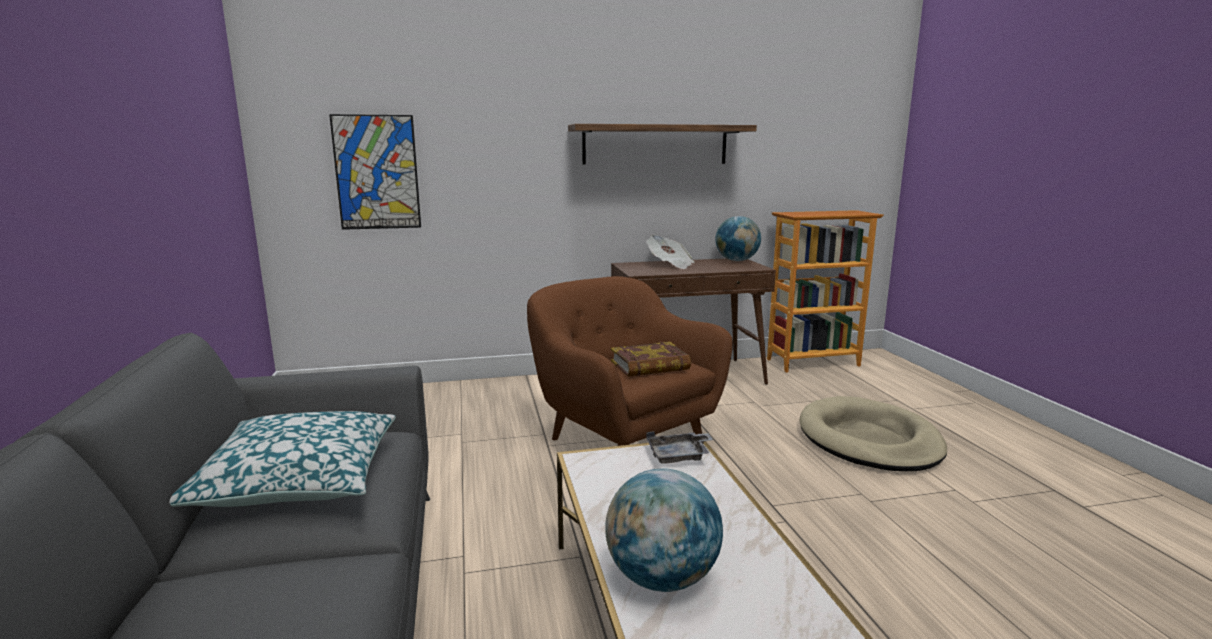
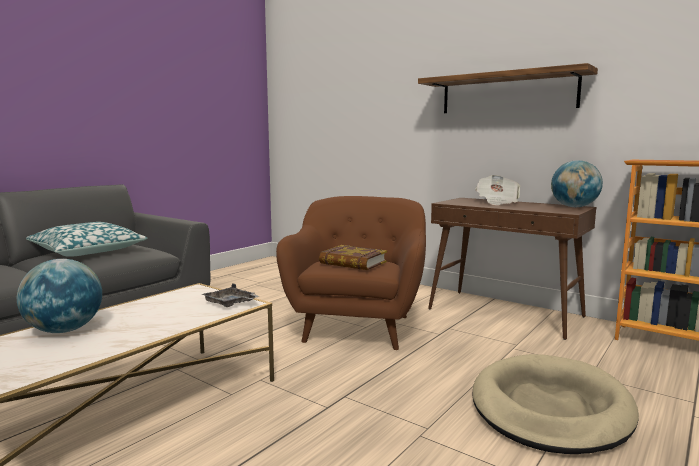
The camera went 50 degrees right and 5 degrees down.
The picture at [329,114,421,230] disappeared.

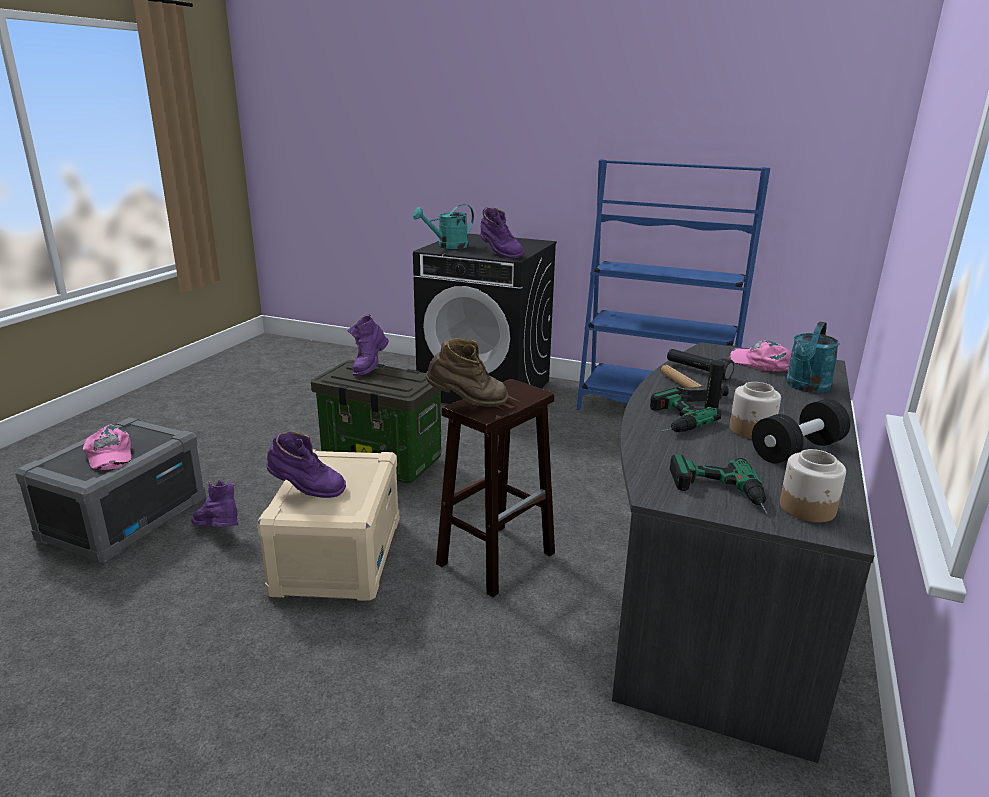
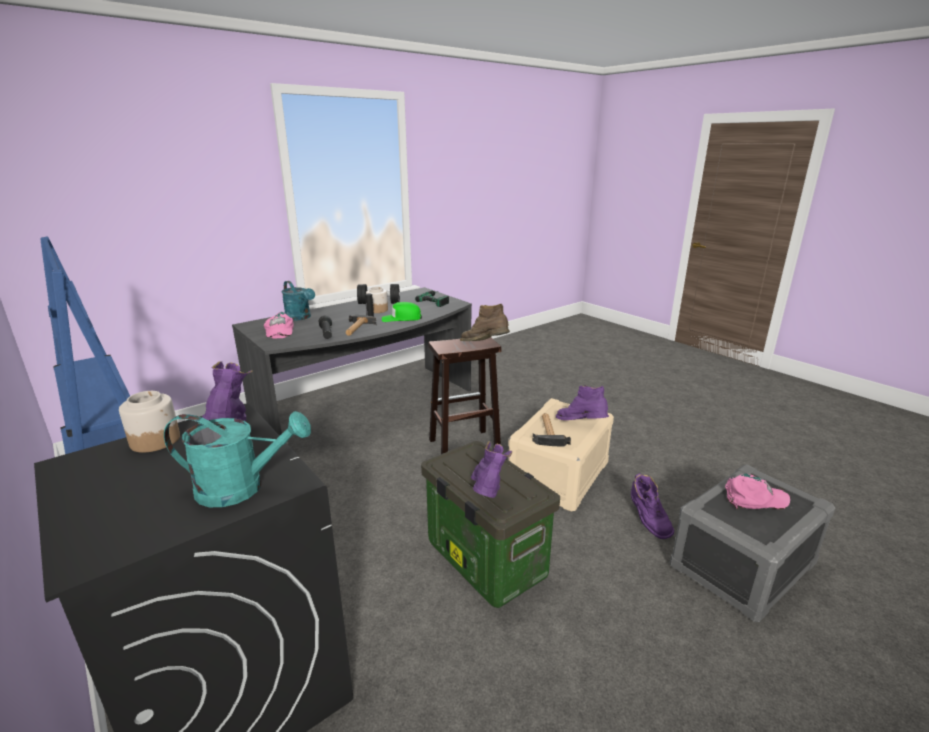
The camera went 150 degrees left and 0 degrees up.
The boot (purple) at [348,314,389,376] turned 45 degrees counterclockwise.
The watering can (turquoise) at [786,322,840,393] turned 75 degrees clockwise.
The power drill at [650,388,722,432] was replaced by the cap (green) at [382,302,422,322].
The cap (pink) at [83,424,132,470] turned 90 degrees clockwise.
The jar moved from [780,449,846,523] to [119,391,180,453].
The hammer at [532,413,571,446] appeared.

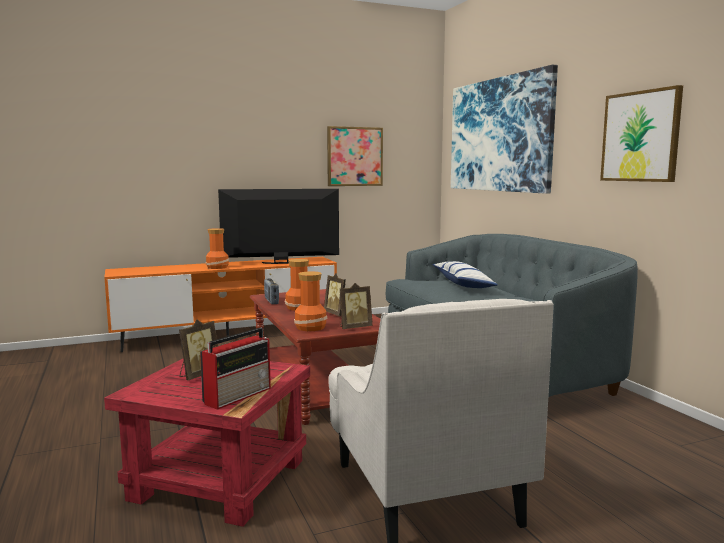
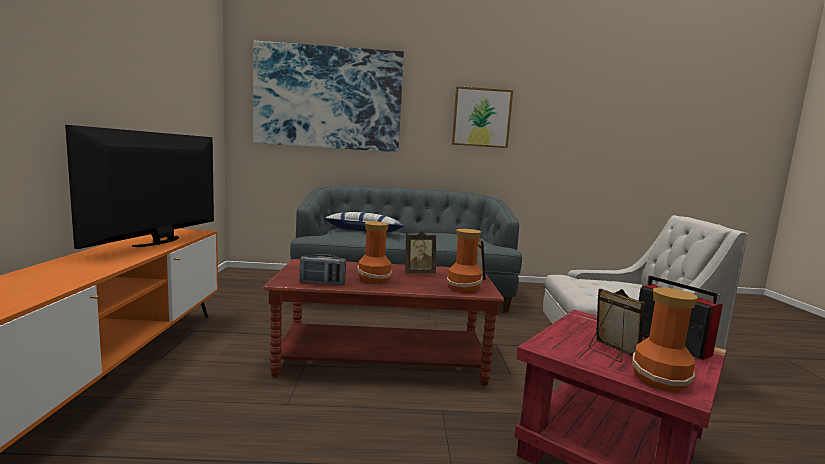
The camera went 70 degrees left and 0 degrees up.
The picture at [327,126,383,186] disappeared.
The vase moved from [205,228,229,269] to [632,287,698,392].

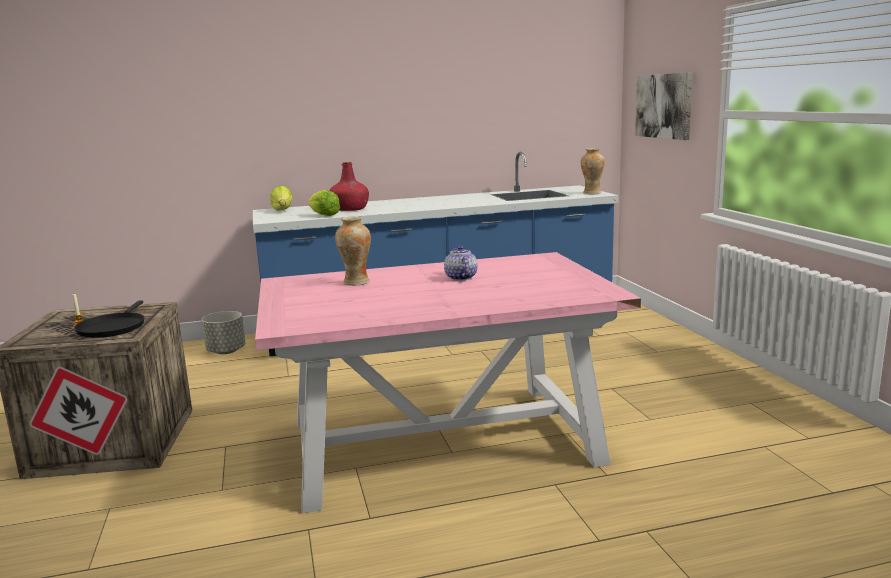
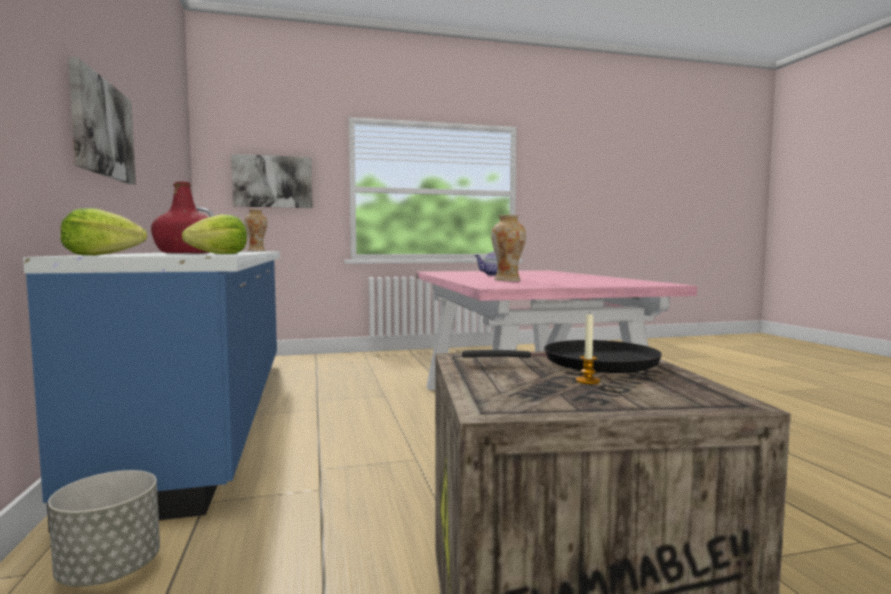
The camera went 90 degrees left and 10 degrees down.
The picture at [68,57,136,184] appeared.

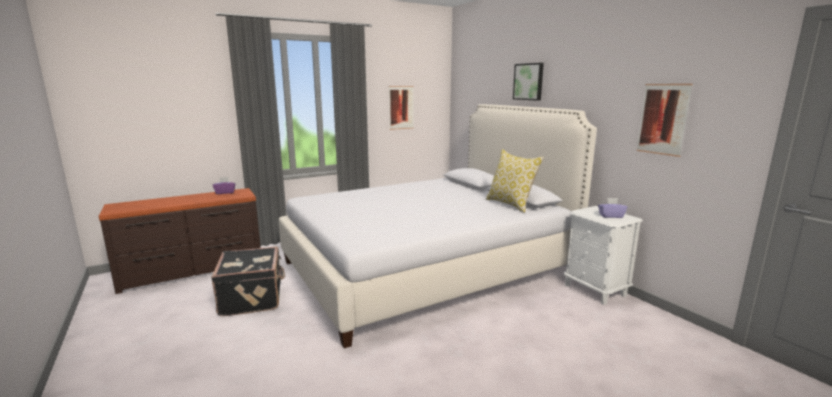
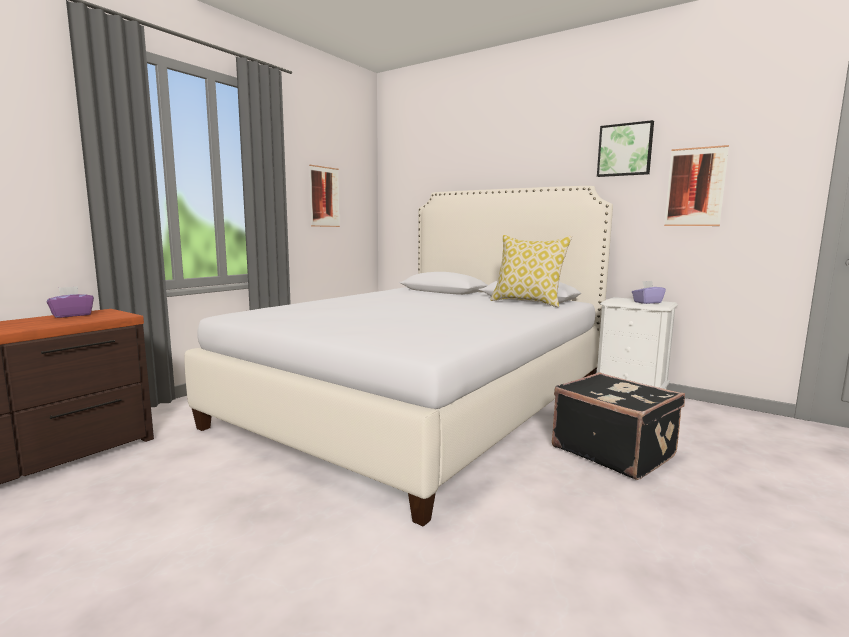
The camera went 25 degrees left and 5 degrees down.
The picture moved from [513,63,544,101] to [597,120,654,177].
The suitcase (black) moved from [211,246,285,316] to [552,372,685,480].

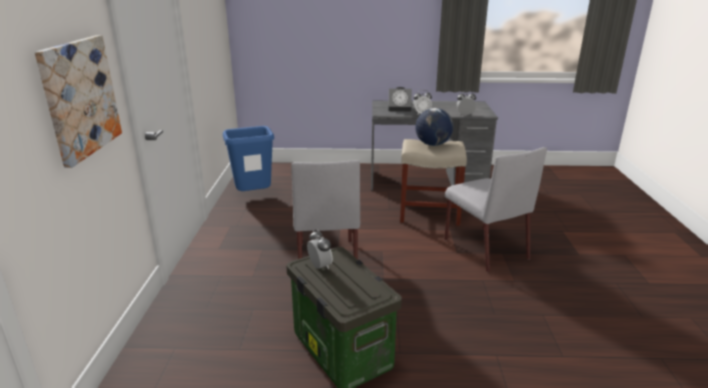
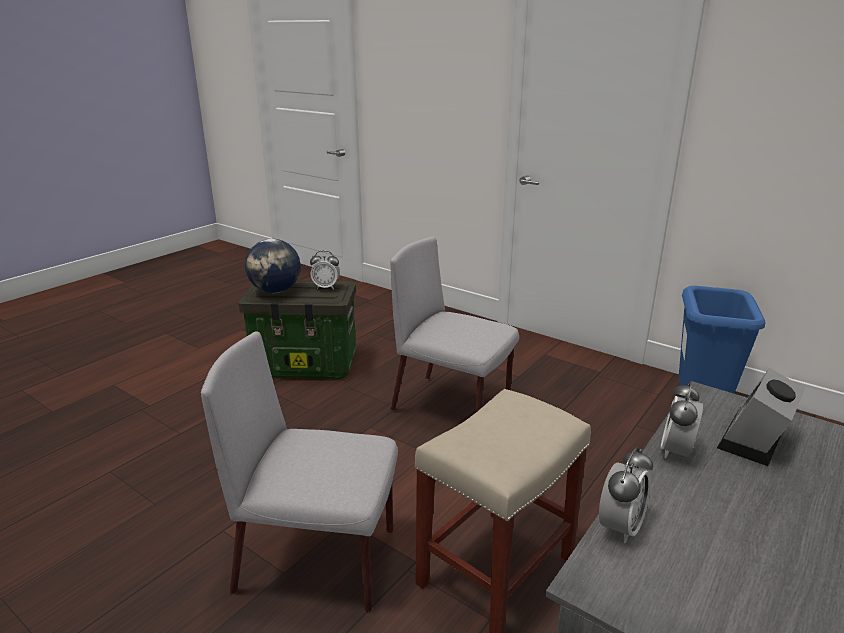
The camera went 125 degrees right and 0 degrees up.
The picture at [34,35,122,168] disappeared.
The globe moved from [415,108,453,146] to [245,239,301,293].

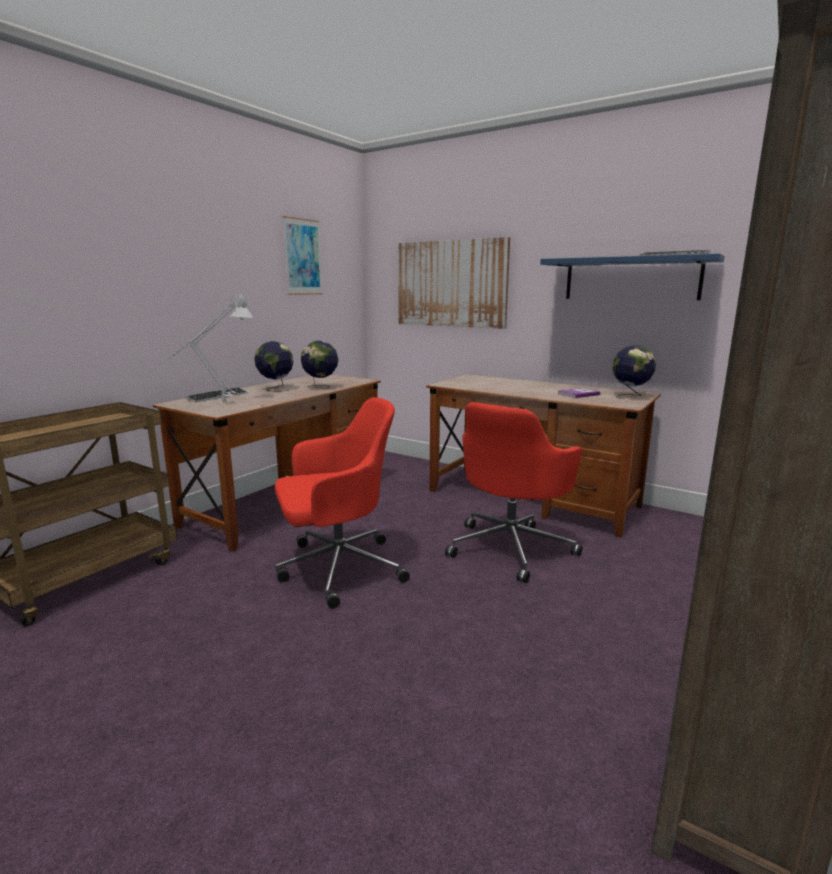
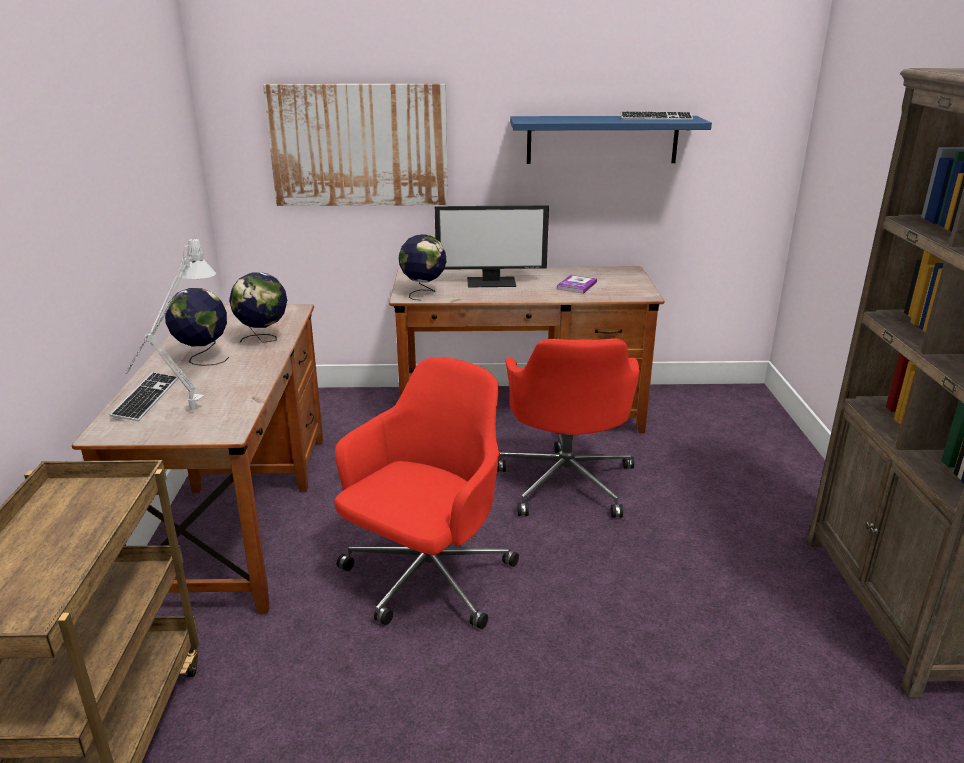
The camera went 35 degrees left and 10 degrees up.
The picture at [283,216,323,295] disappeared.
The globe moved from [612,345,656,399] to [399,234,447,301].
The monitor at [435,205,549,287] appeared.

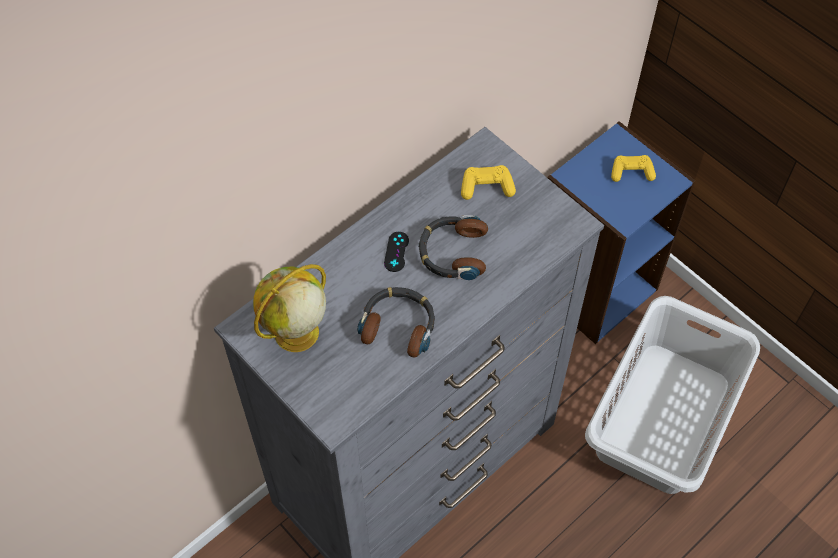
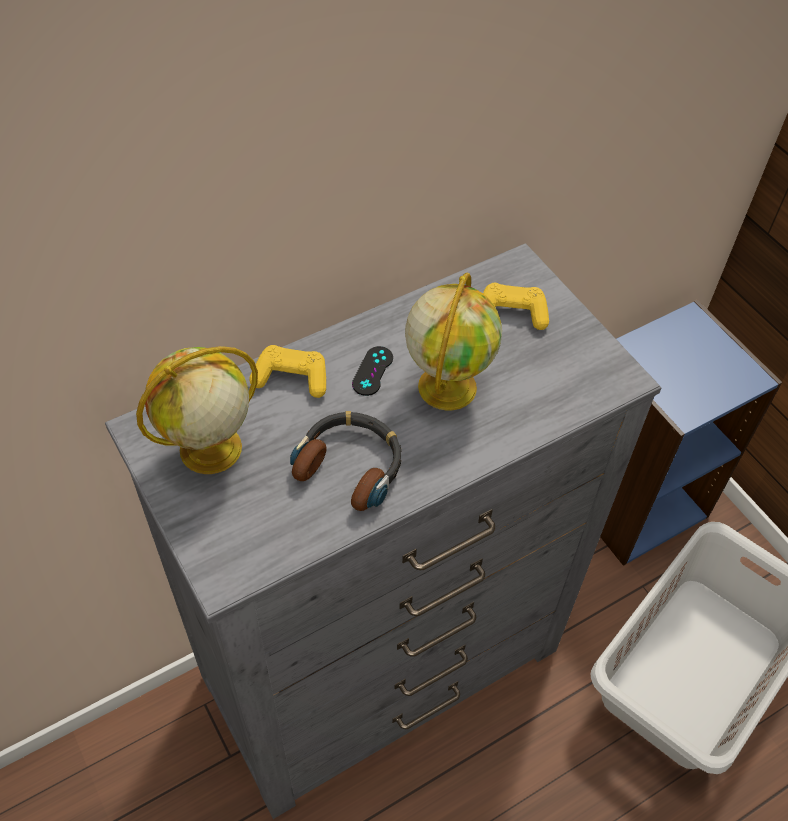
The camera went 10 degrees right and 5 degrees down.
The game controller (yellow) moved from [611,155,656,182] to [249,345,326,398].
The headphones at [419,215,488,280] was replaced by the globe at [405,273,502,411].

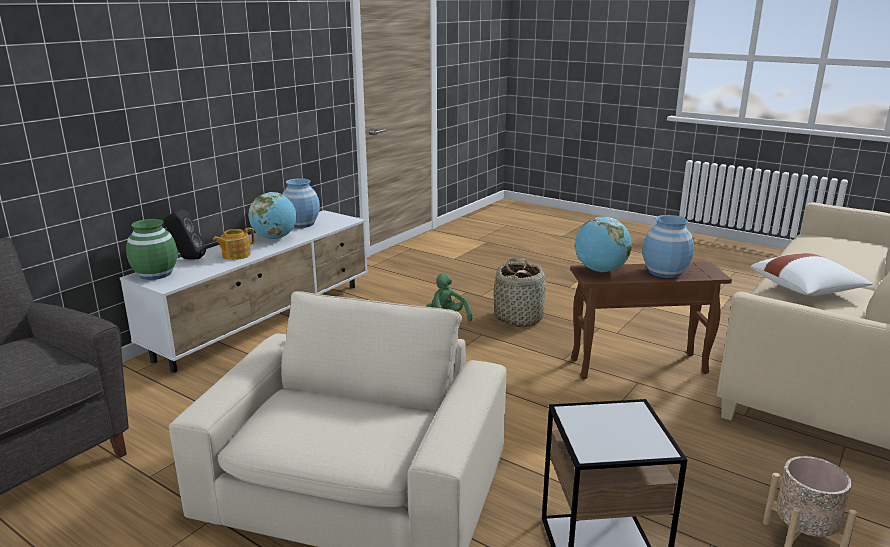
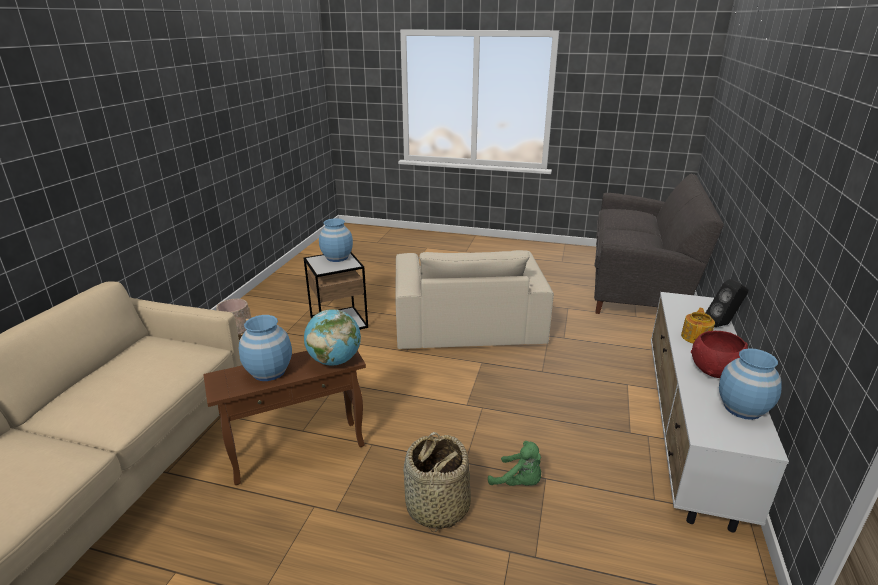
The camera went 160 degrees right and 5 degrees up.
The globe at [248,192,297,240] was replaced by the bowl (red) at [691,331,748,378].
The vase (green) at [126,219,177,280] disappeared.
The pillow (white) at [751,253,872,296] disappeared.
The vase (blue) at [319,218,353,262] appeared.

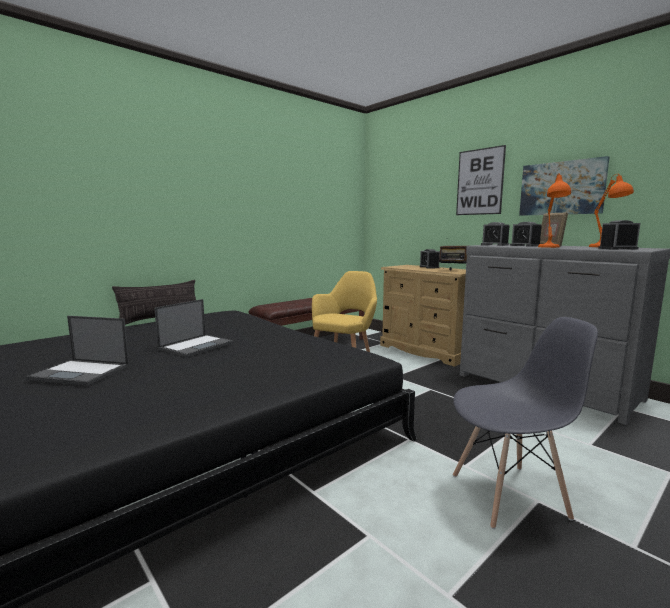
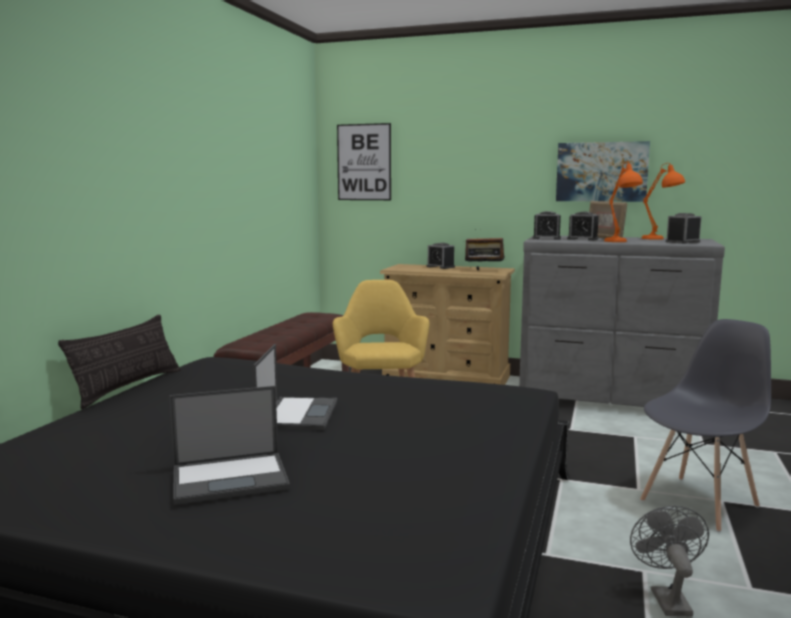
The camera went 30 degrees left and 0 degrees up.
The picture moved from [456,145,506,215] to [337,123,391,200].
The fan (grey) at [630,506,709,617] appeared.

